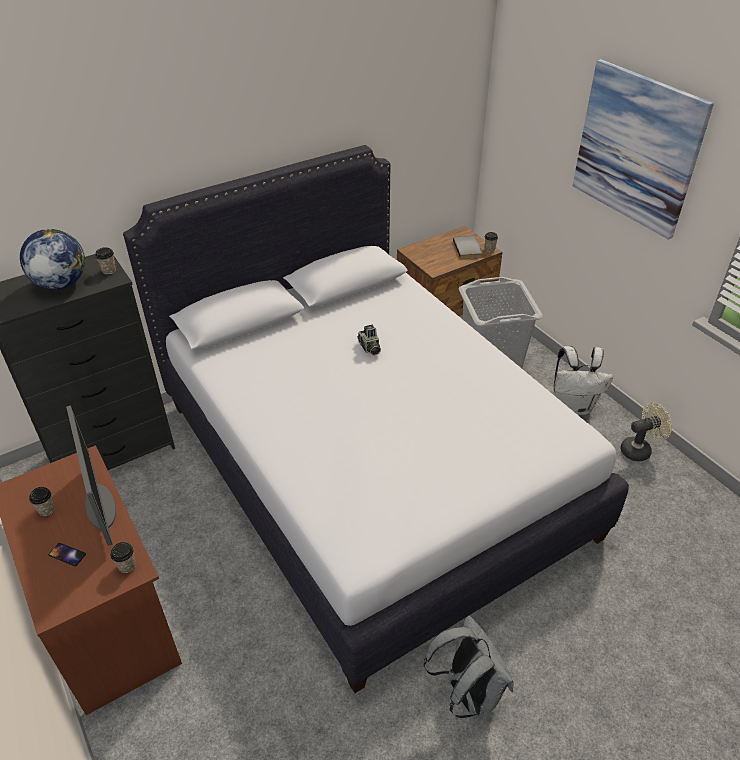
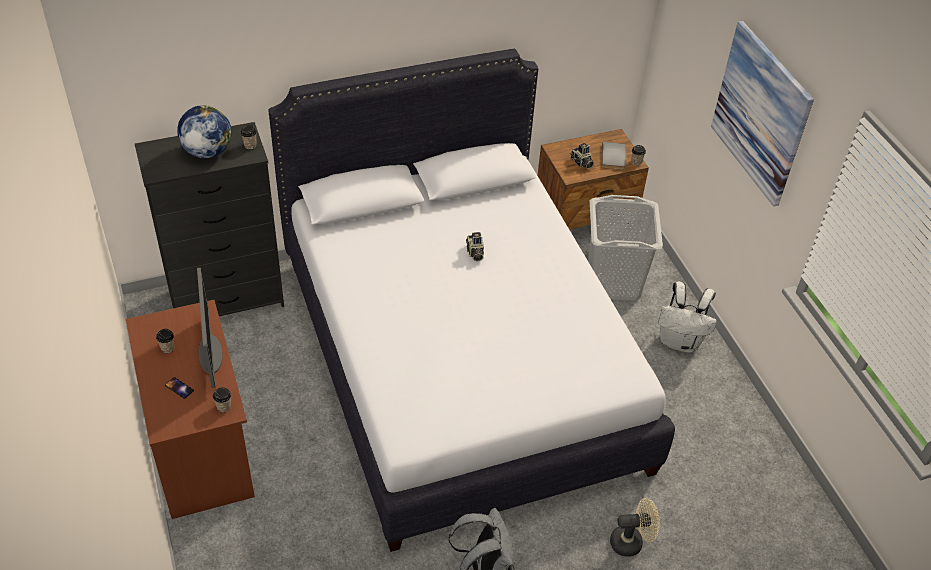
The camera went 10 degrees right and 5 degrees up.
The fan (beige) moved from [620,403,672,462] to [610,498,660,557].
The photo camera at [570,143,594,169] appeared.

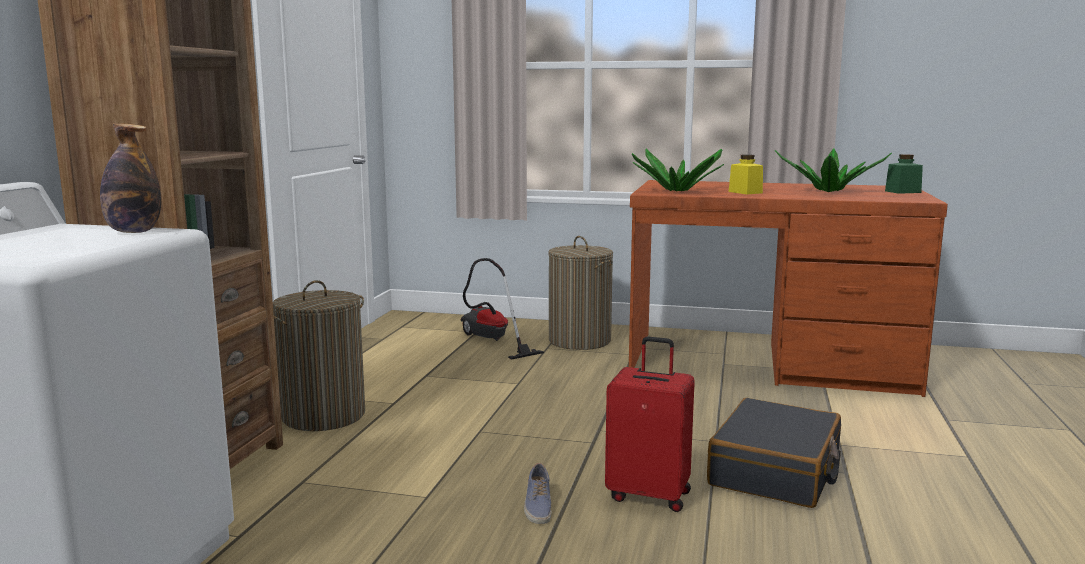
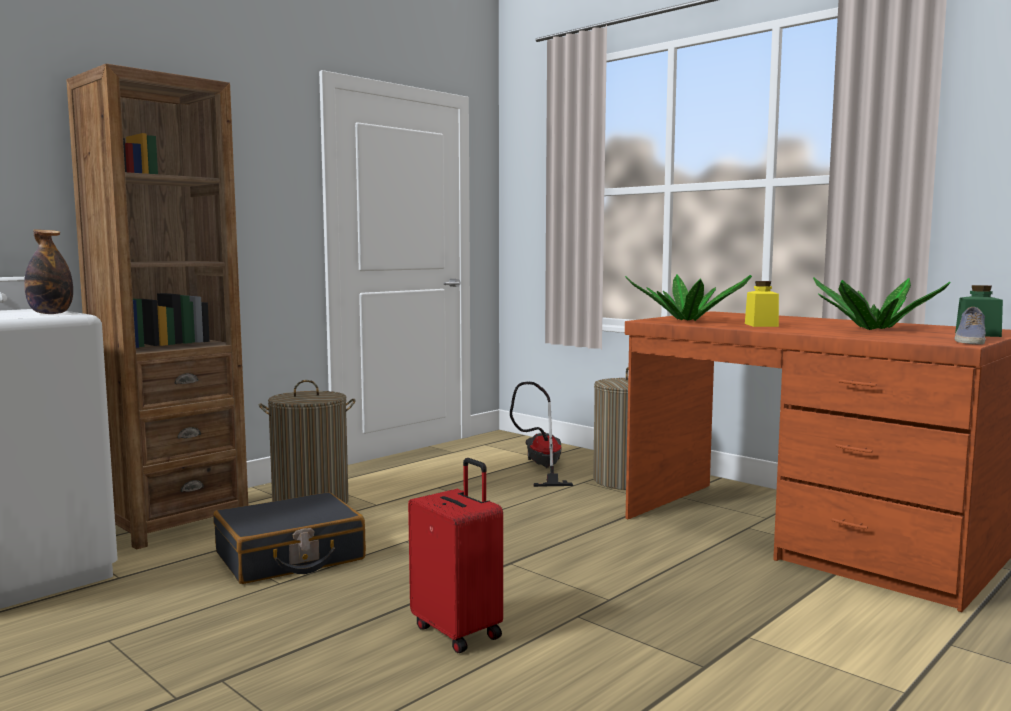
The camera went 30 degrees right and 5 degrees down.
The suitcase (black) moved from [707,398,841,508] to [213,492,366,584].
The shoe moved from [524,463,551,524] to [954,307,986,345].

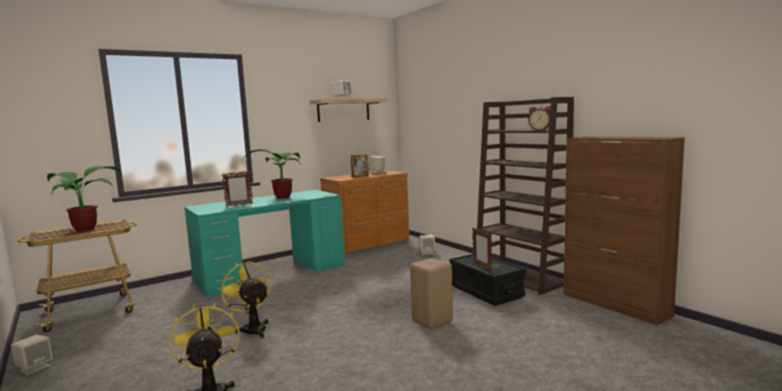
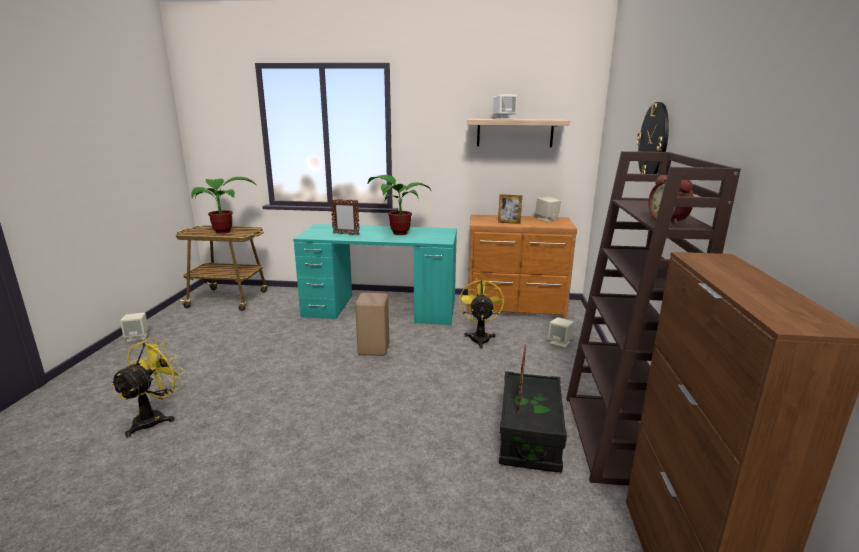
The camera went 40 degrees right and 10 degrees up.
The stool (beige) moved from [410,258,453,329] to [355,293,389,356].
The fan (yellow) moved from [218,261,271,338] to [459,278,504,349].
The wall clock at [637,102,669,174] appeared.

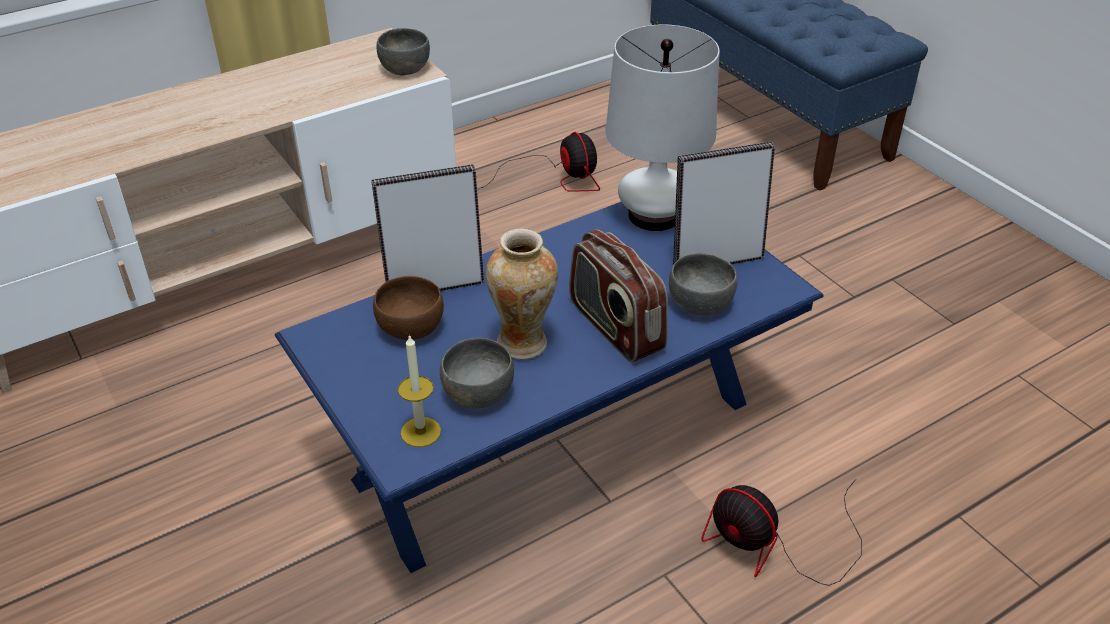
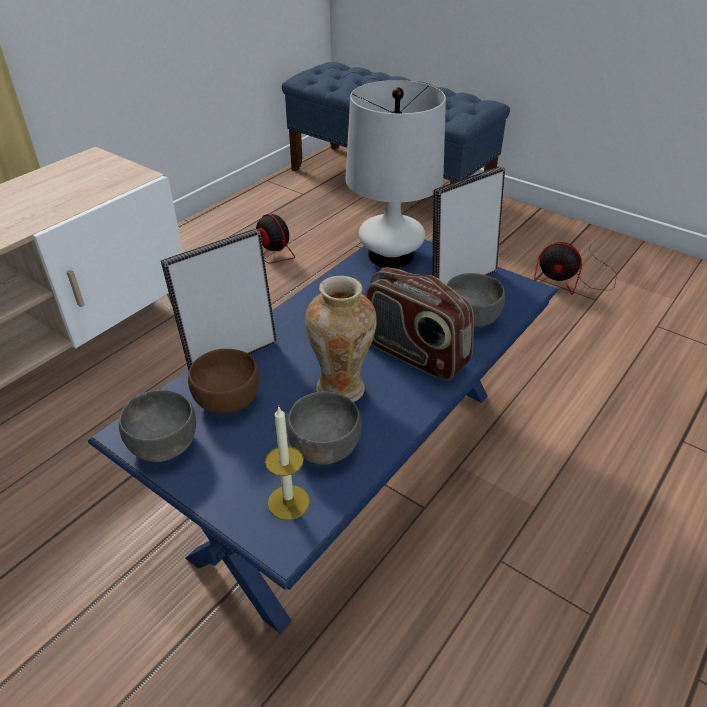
The camera went 20 degrees left and 0 degrees up.
The bowl (grey) moved from [376,28,430,75] to [119,390,196,462].
The fan moved from [701,480,862,586] to [534,242,617,295].

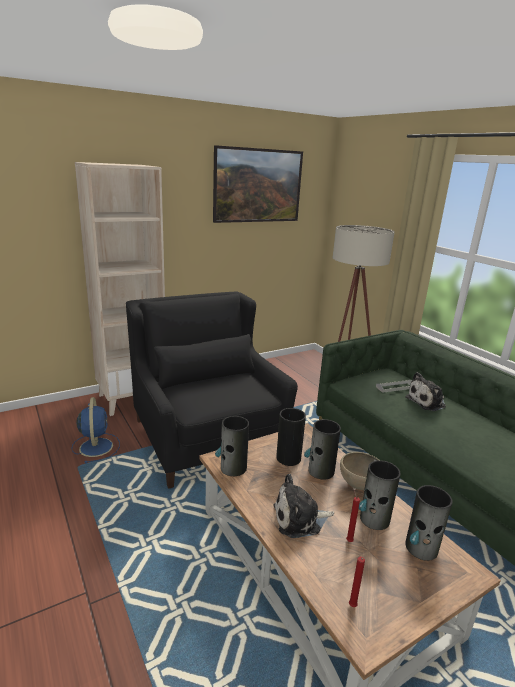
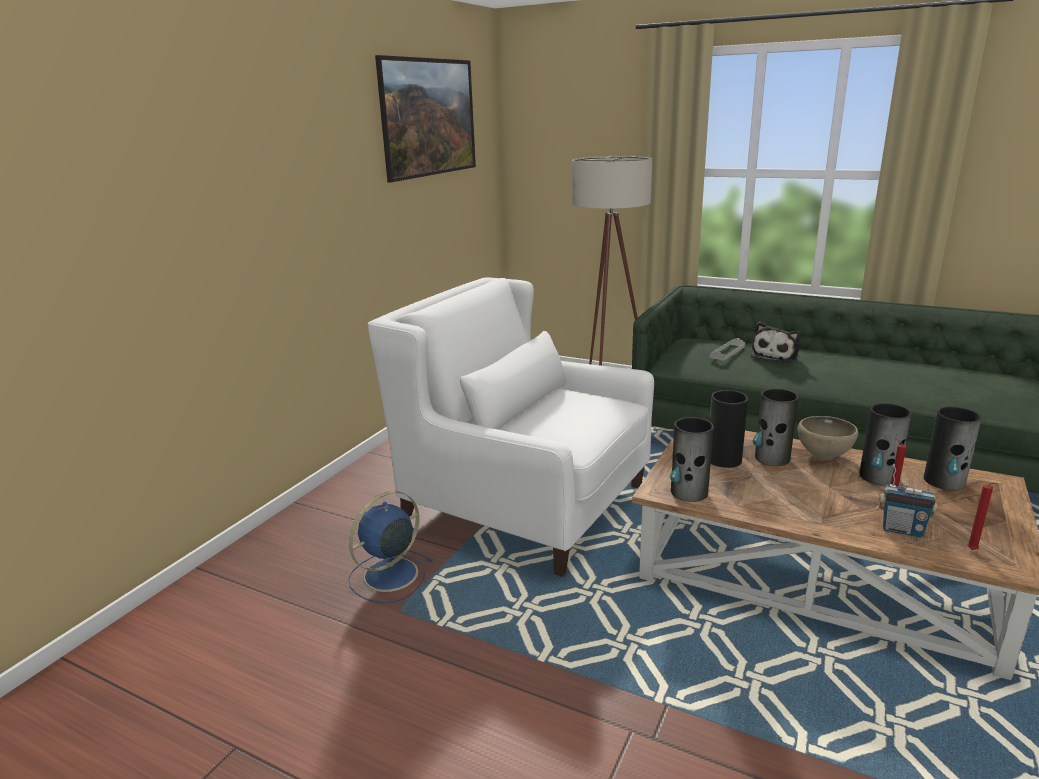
The camera went 30 degrees left and 0 degrees up.
The bookcase (beige) at [75,162,165,416] disappeared.
The armchair (black) at [126,292,298,489] became the armchair (white) at [368,277,654,577].
The fan (blue) at [72,397,120,463] turned 90 degrees counterclockwise.
The plush toy at [274,474,334,538] disappeared.
The radio at [879,464,938,538] appeared.

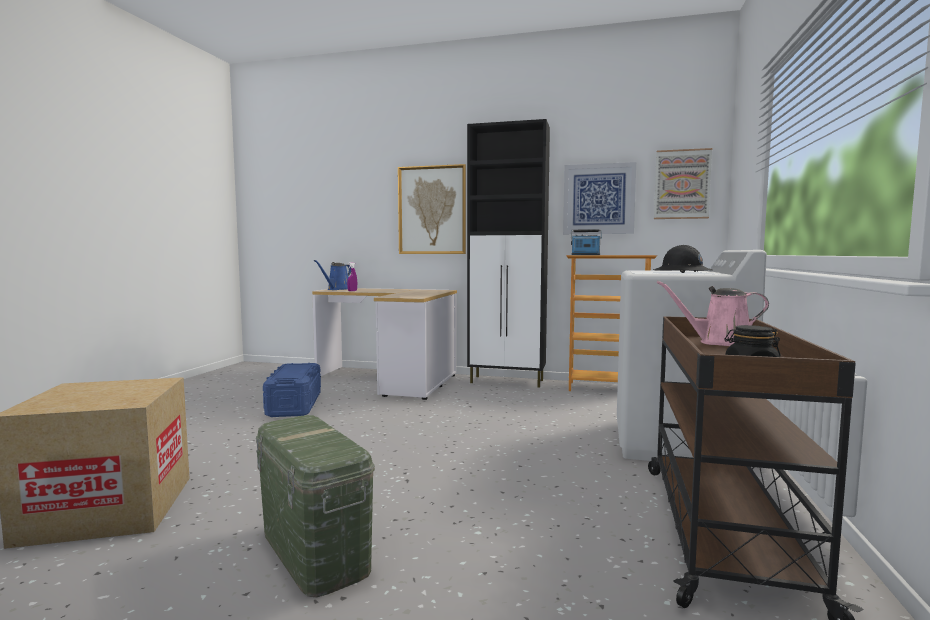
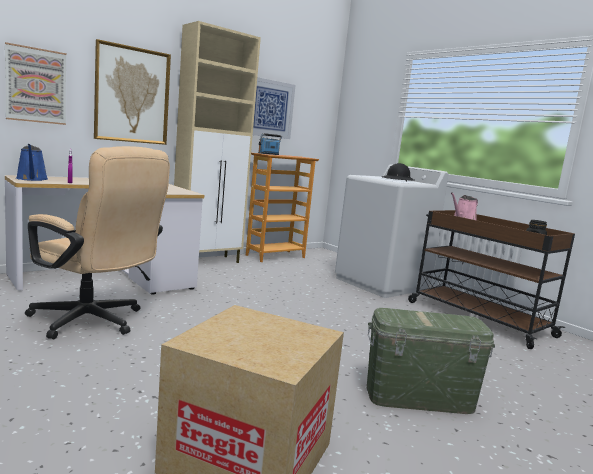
The camera went 55 degrees left and 5 degrees up.
The cabinet (black) at [467,119,550,388] became the cabinet (beige) at [174,21,261,263].
The picture moved from [654,148,712,219] to [5,42,67,125].
The storage box (blue) at [263,363,321,417] was replaced by the office chair (beige) at [25,146,170,339].

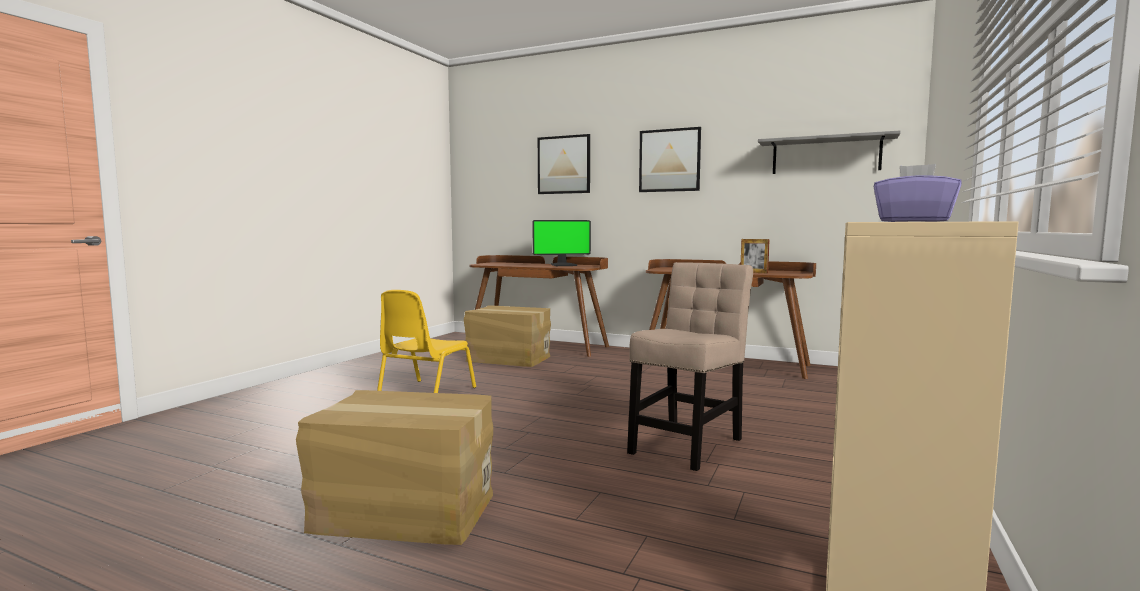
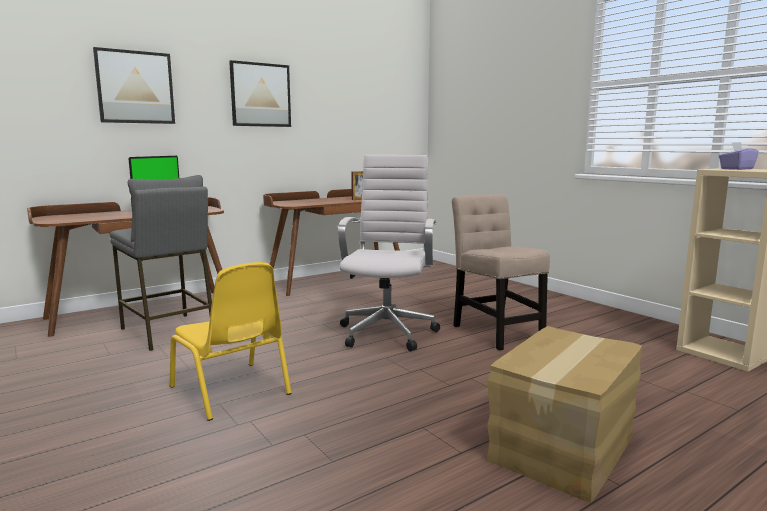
The camera went 60 degrees left and 5 degrees up.
The shelf (grey) at [758,131,901,174] disappeared.
The cardboard box at [464,305,551,367] was replaced by the stool (grey) at [110,175,212,351].
The office chair (white) at [338,155,440,351] appeared.

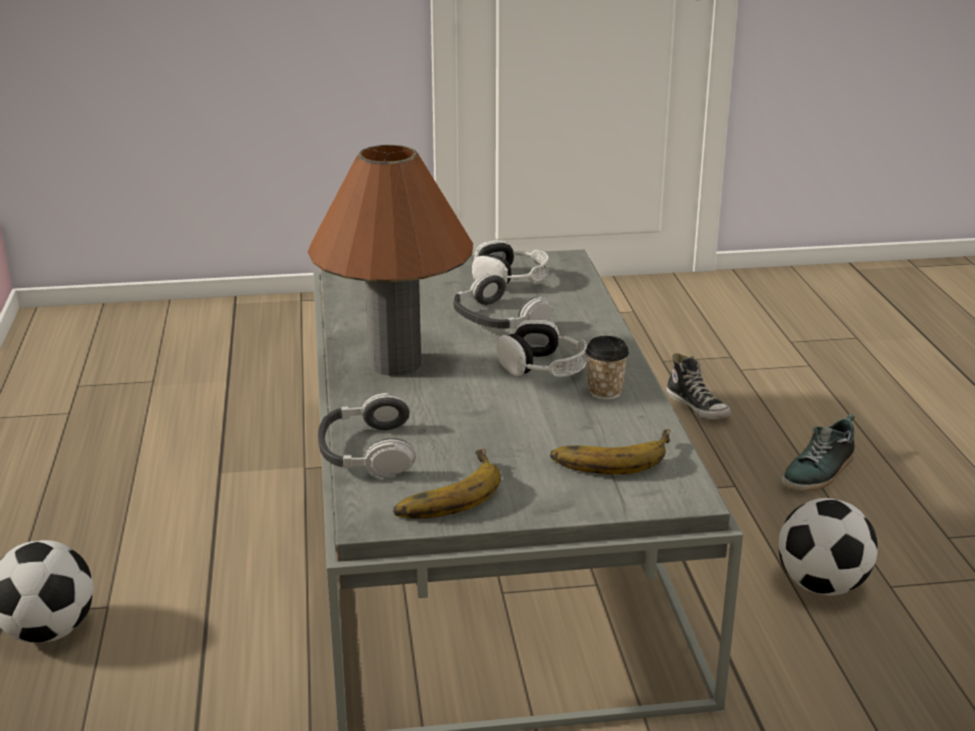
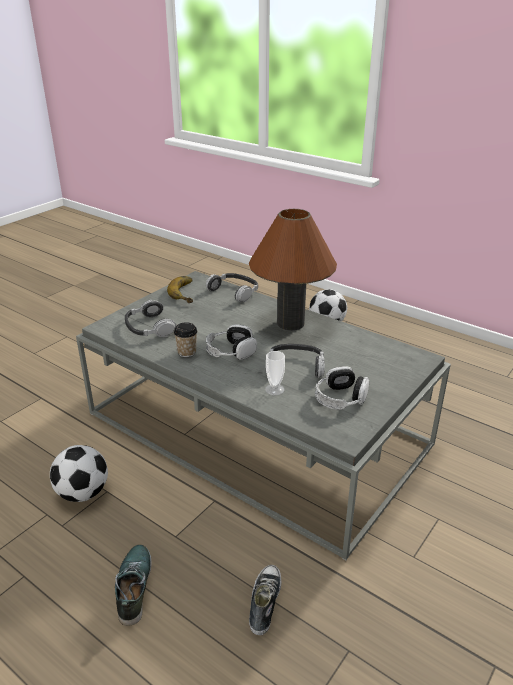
The camera went 135 degrees right and 5 degrees up.
The shoe at [666,353,731,419] turned 90 degrees clockwise.
The banana at [550,429,670,475] was replaced by the headphones at [125,300,176,337].
The cup at [265,351,285,395] appeared.

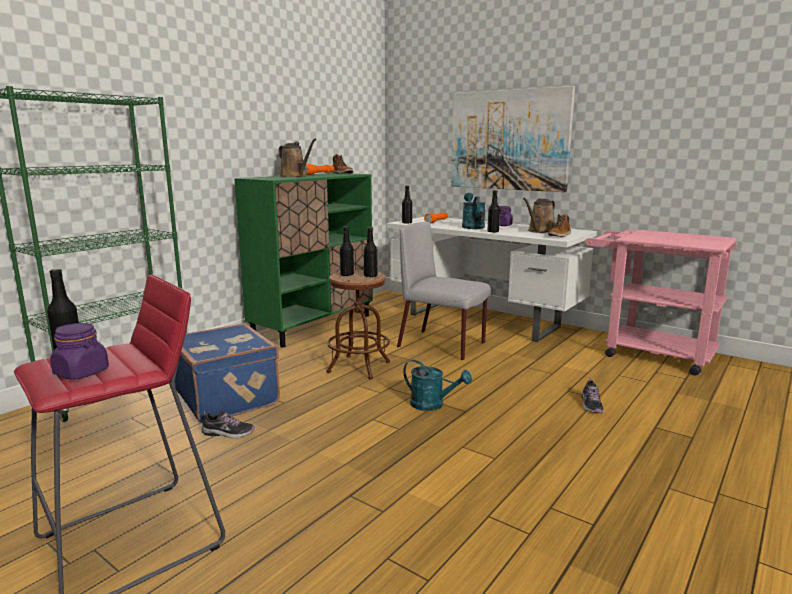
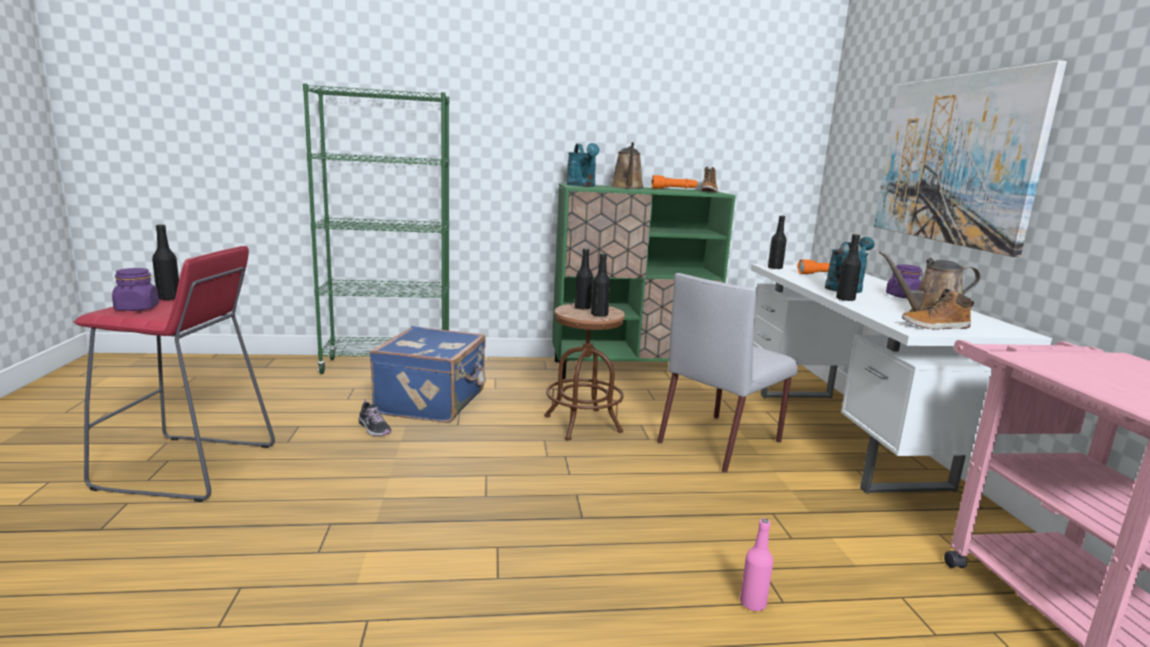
The camera went 45 degrees right and 0 degrees up.
The chair (grey) at [397,222,491,361] turned 120 degrees counterclockwise.
The watering can (turquoise) moved from [403,360,472,411] to [566,143,600,187].
The shoe at [581,378,604,413] was replaced by the bottle (pink) at [740,519,773,611].

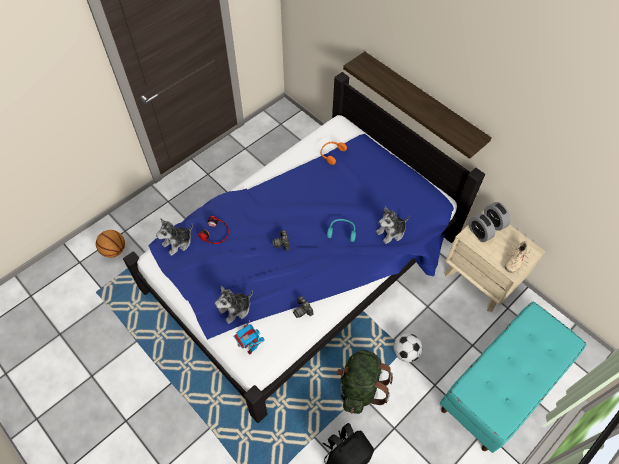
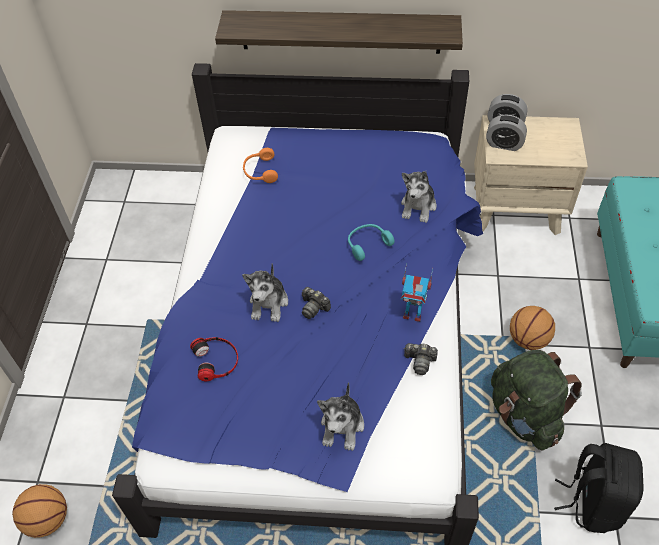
The camera went 40 degrees left and 5 degrees down.
The plush toy moved from [156,219,193,256] to [242,264,288,322].
The shoe (beige) at [505,241,532,273] disappeared.
The toy robot moved from [234,319,264,355] to [401,263,433,322].
The football at [394,333,422,362] was replaced by the basketball at [510,306,555,350].

